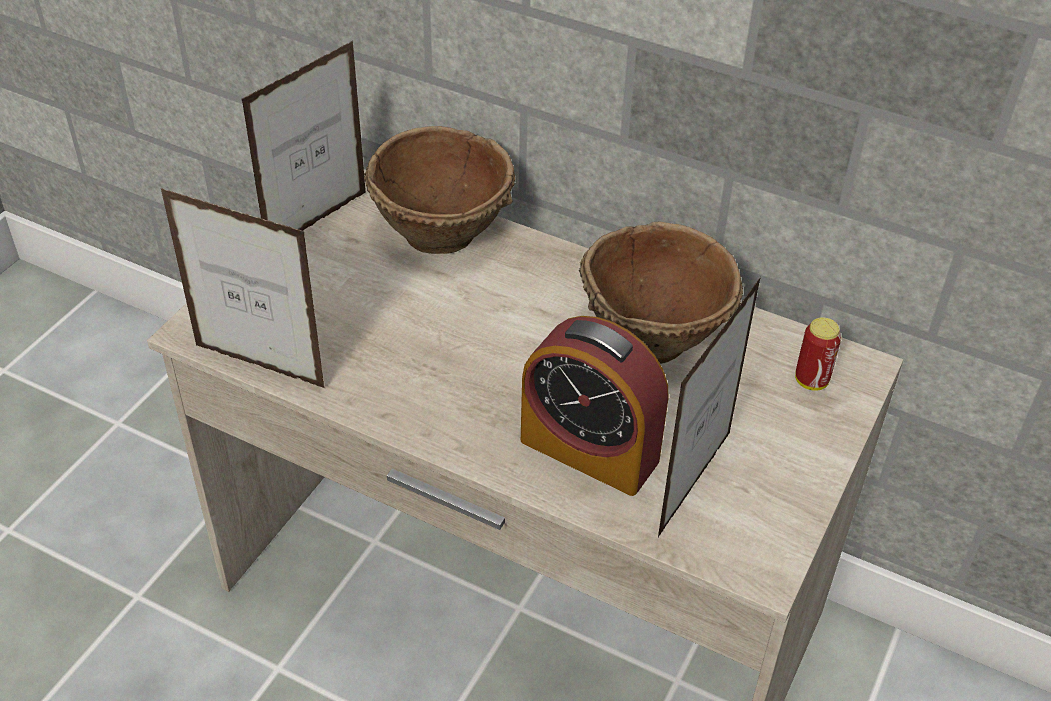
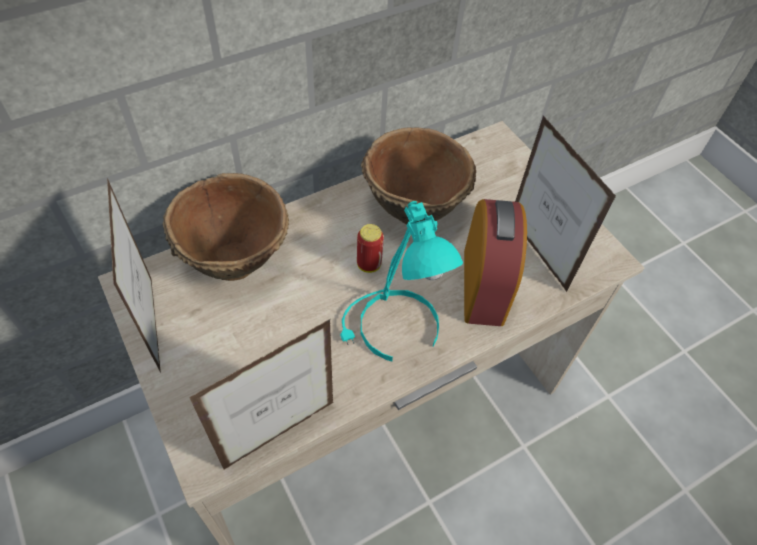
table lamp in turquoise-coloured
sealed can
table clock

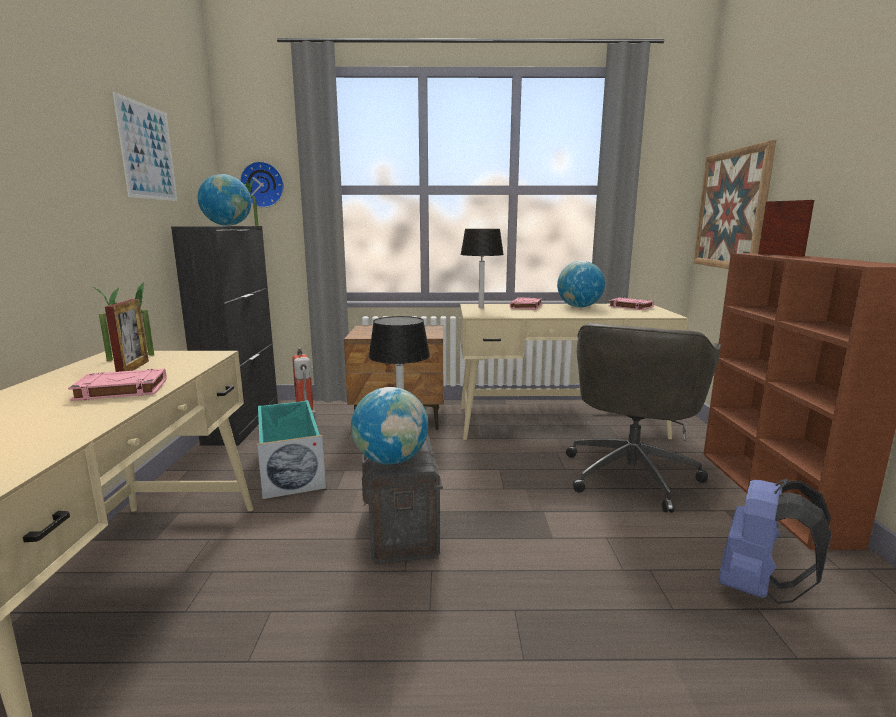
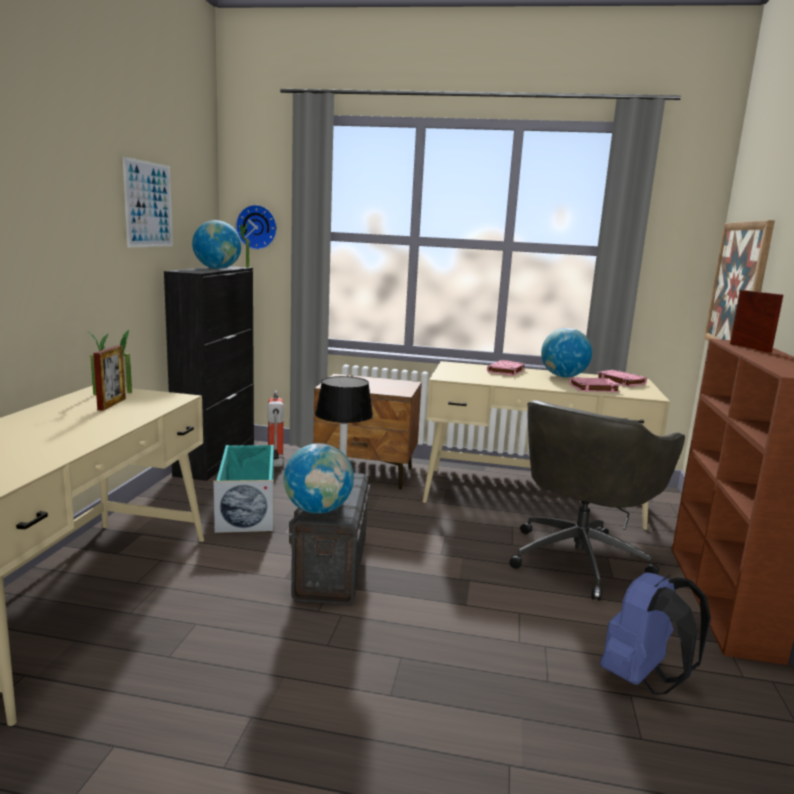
table lamp in black-coloured (2nd from left in the first image)
volume in pinkish (2nd from left)

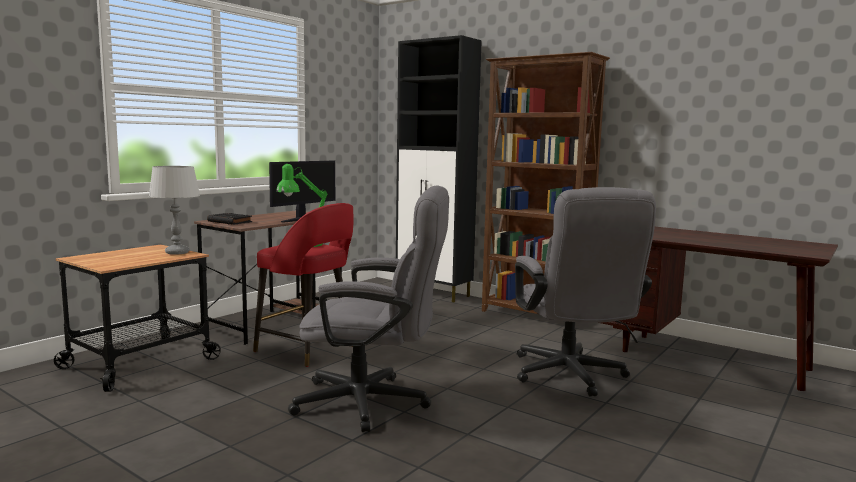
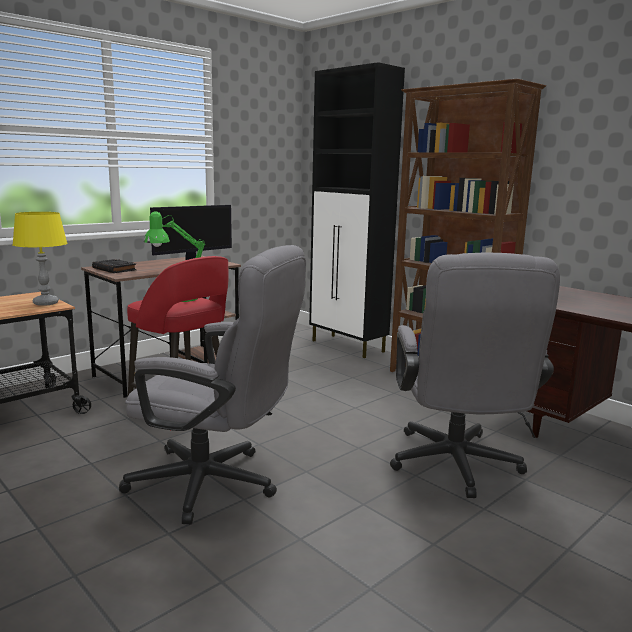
table lamp in yellowish

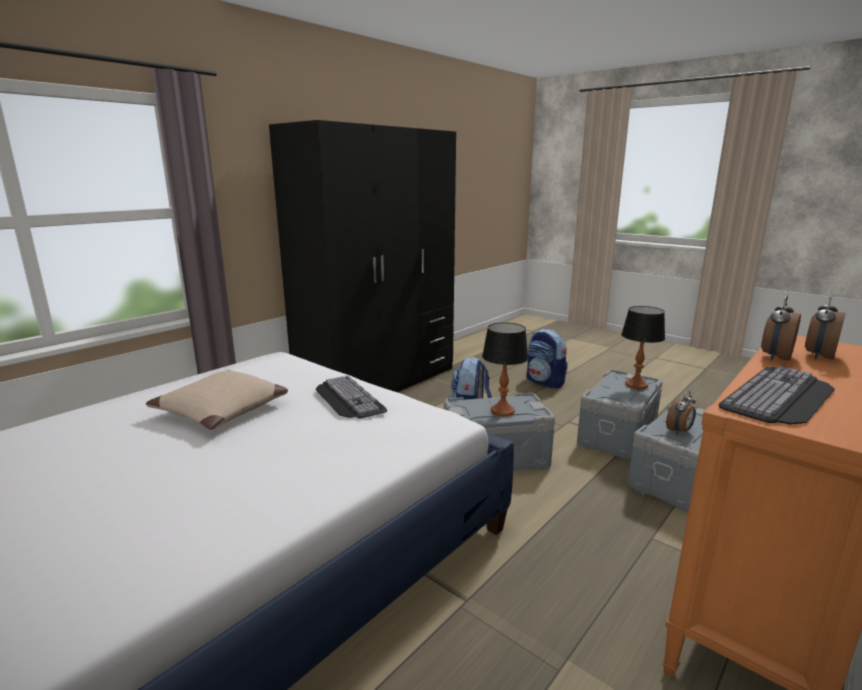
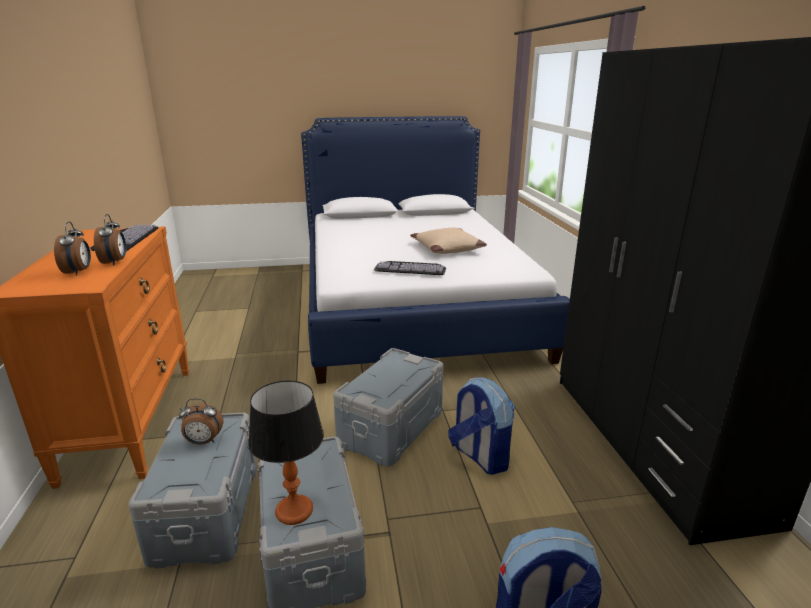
table lamp (1st from left in the first image)
table clock (3rd from left)

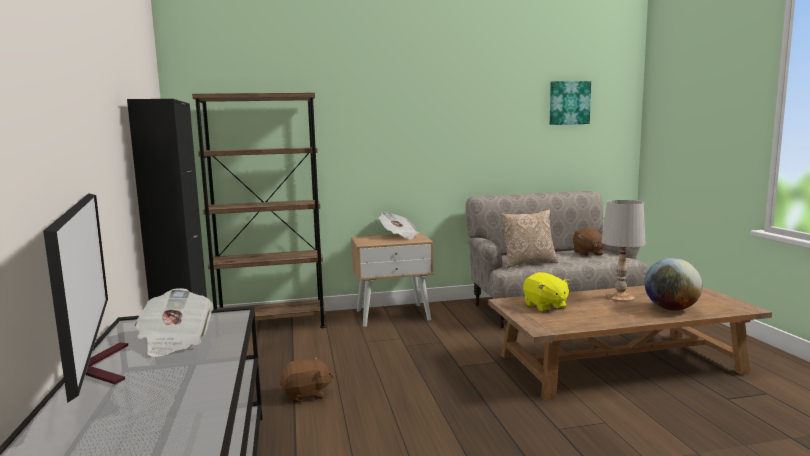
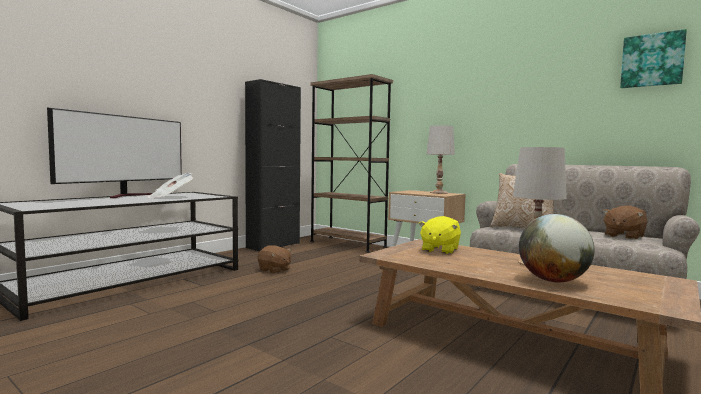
table lamp in whitish (1st from left)

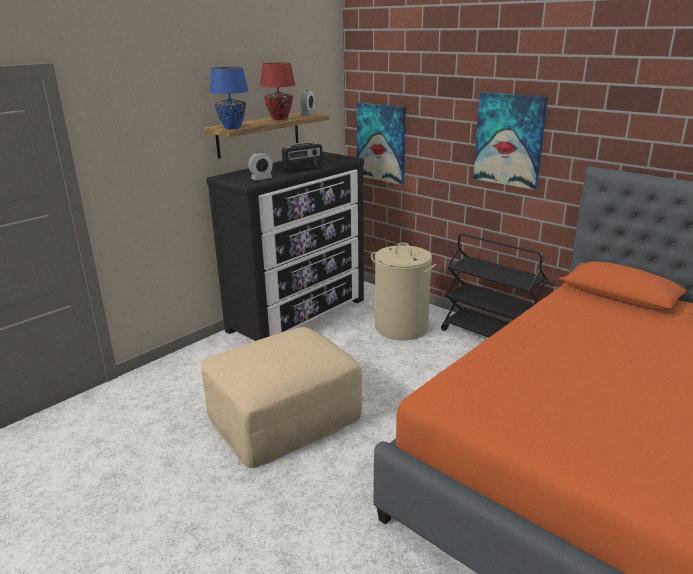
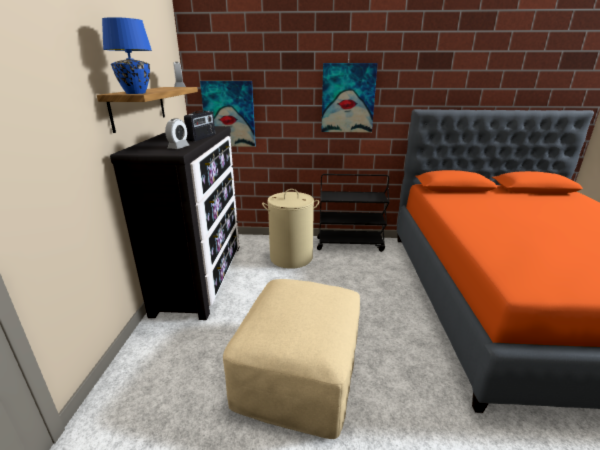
table lamp in red-coloured

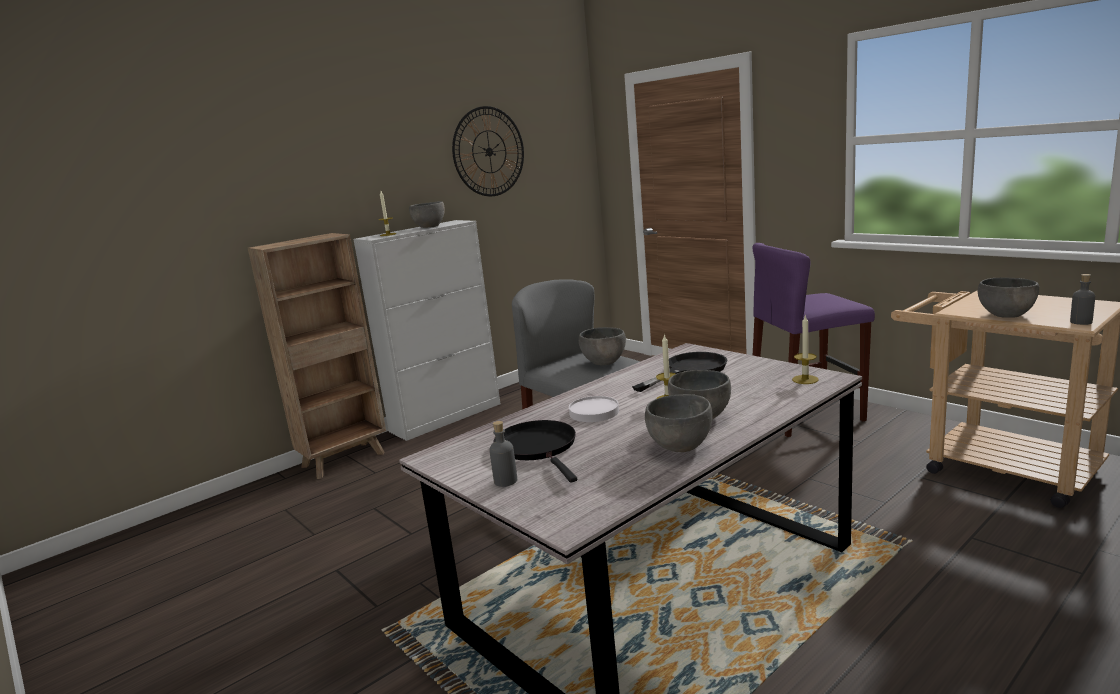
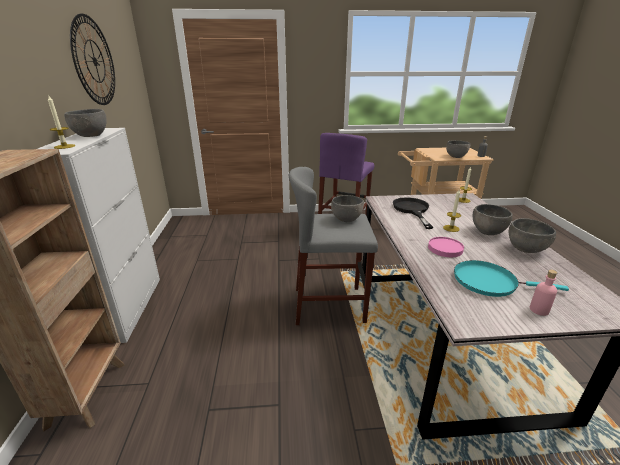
beverage bottle in pinkish
frying pan in turquoise-coloured
flat dish in pinkish

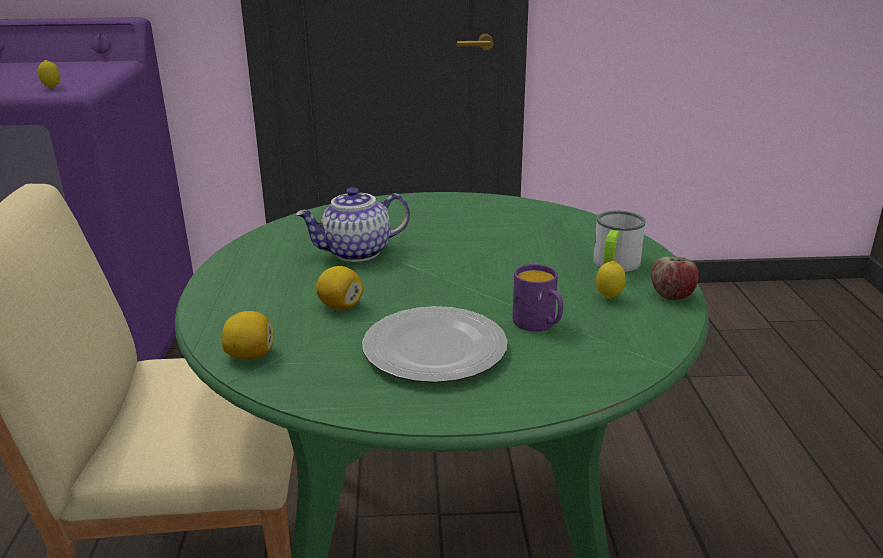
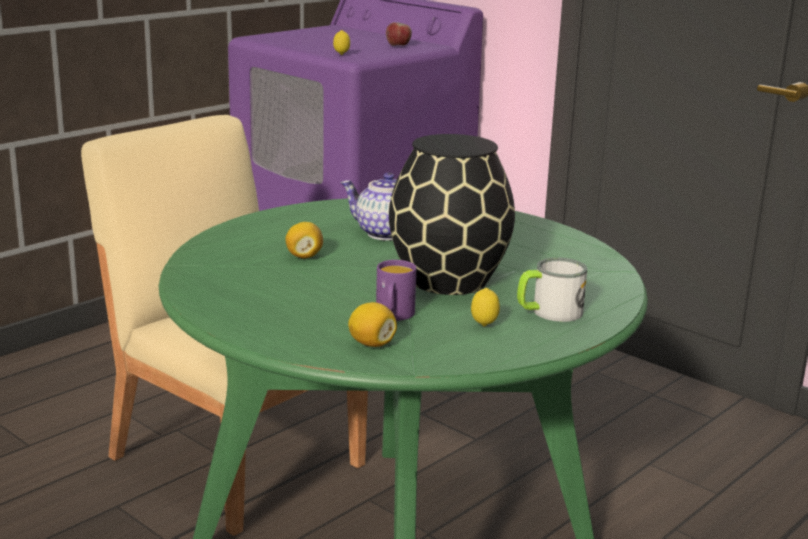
flat dish
flower vase in black-coloured
citrus fruit (3rd from left)
apple fruit

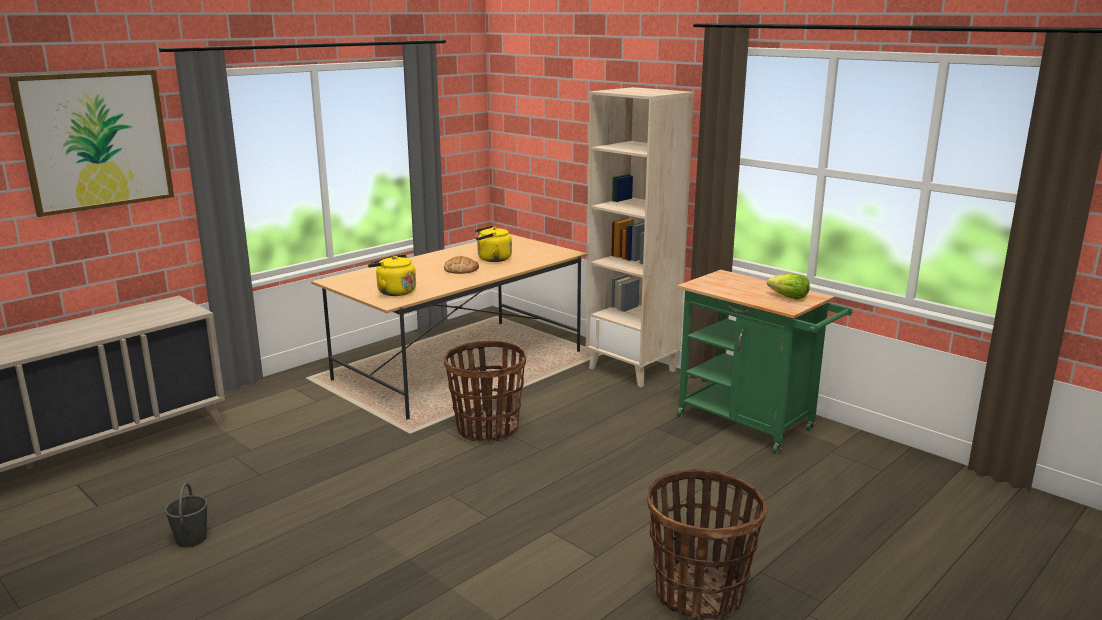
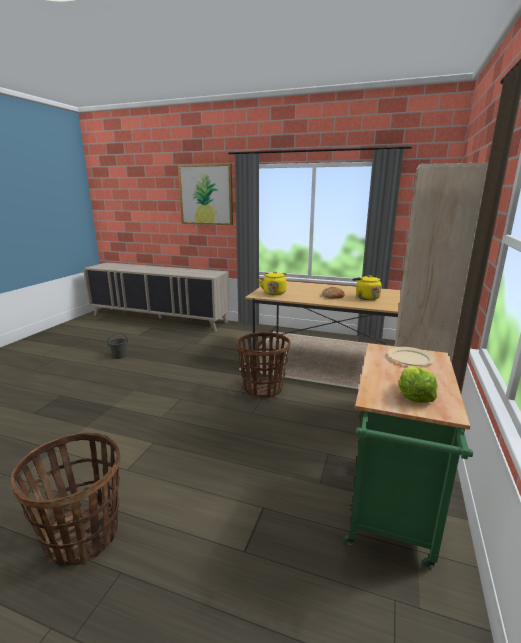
flat dish in sand-coloured

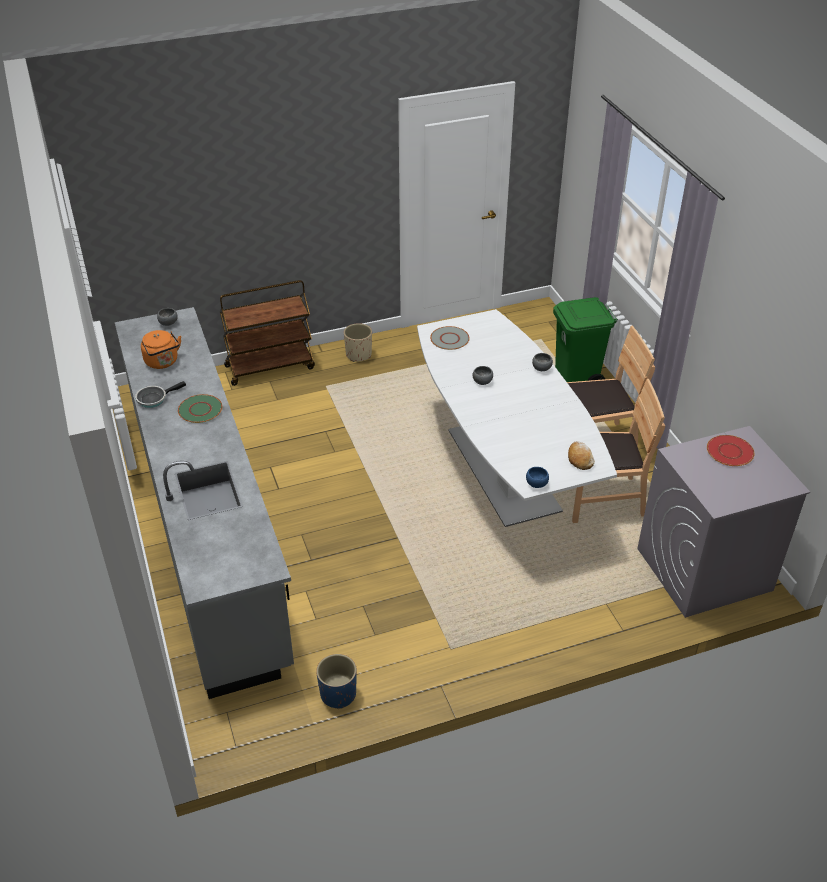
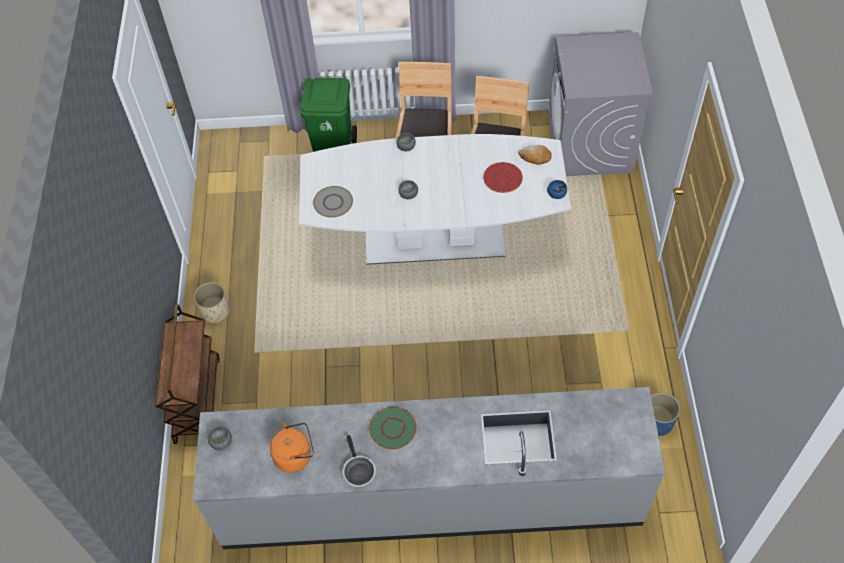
flat dish in red-coloured

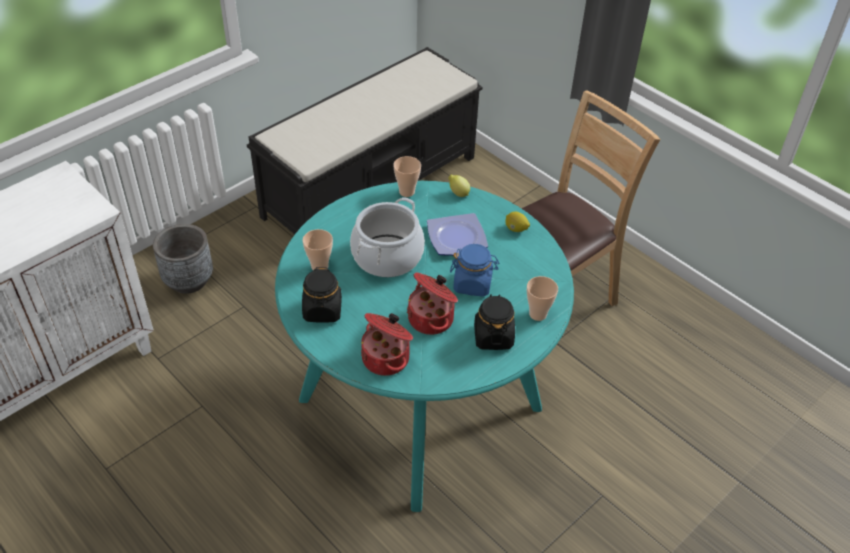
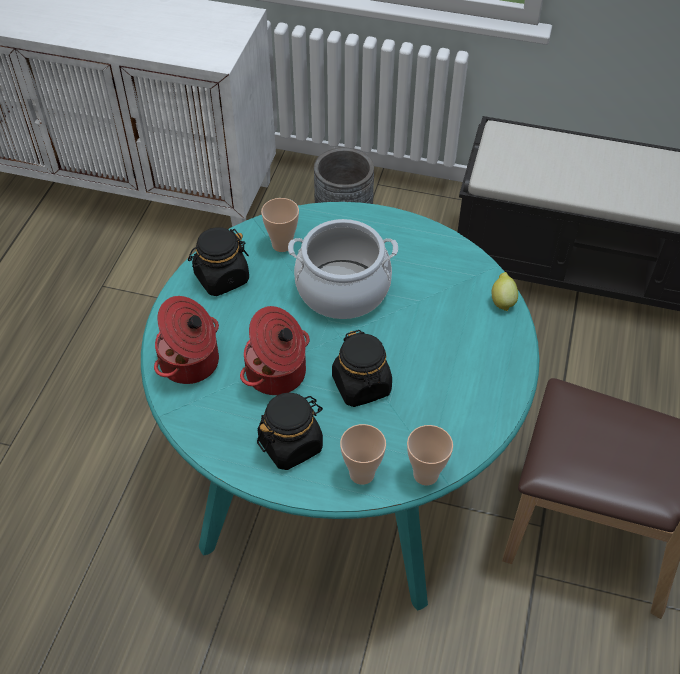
flat dish
citrus fruit (2nd from left in the first image)
cup (3rd from left)
jar in black-coloured (3rd from left)

